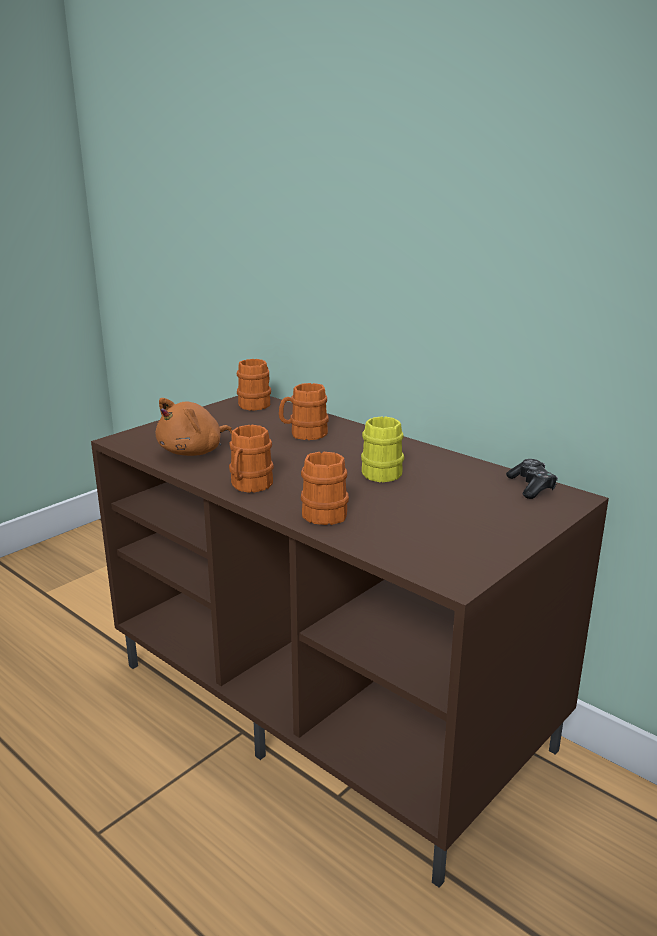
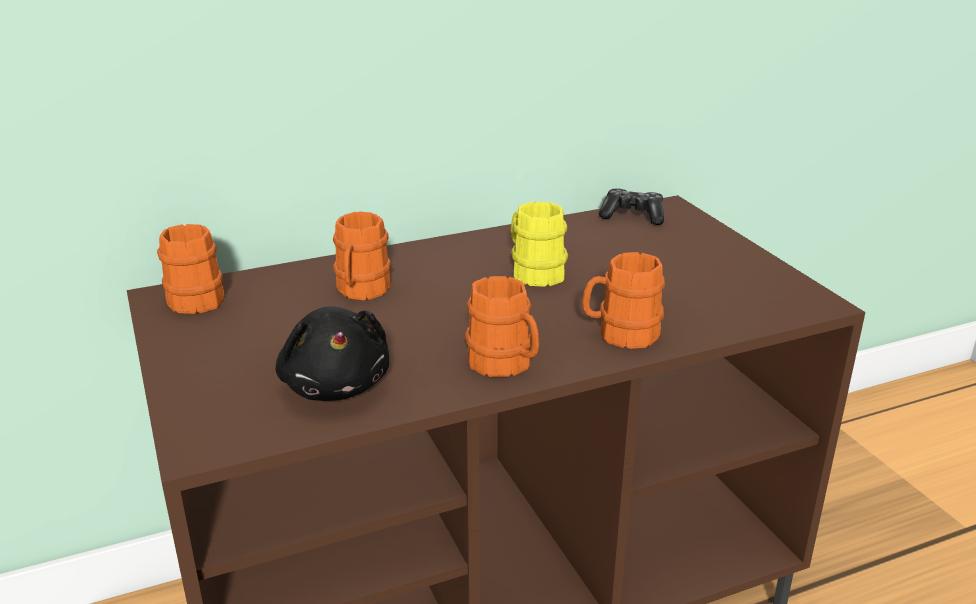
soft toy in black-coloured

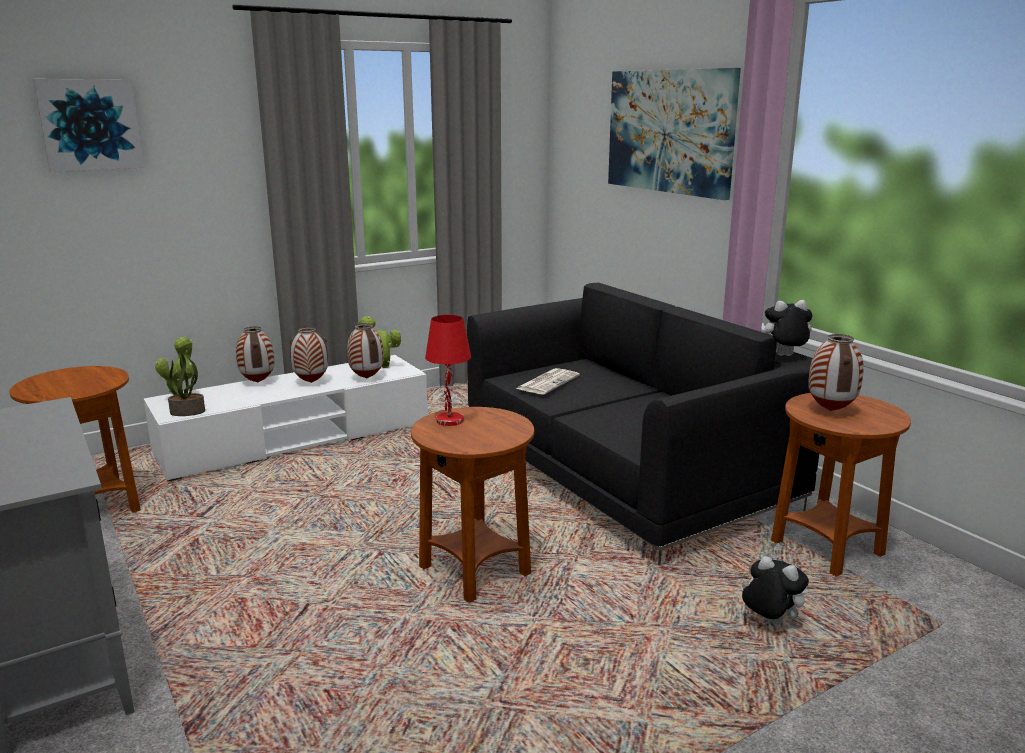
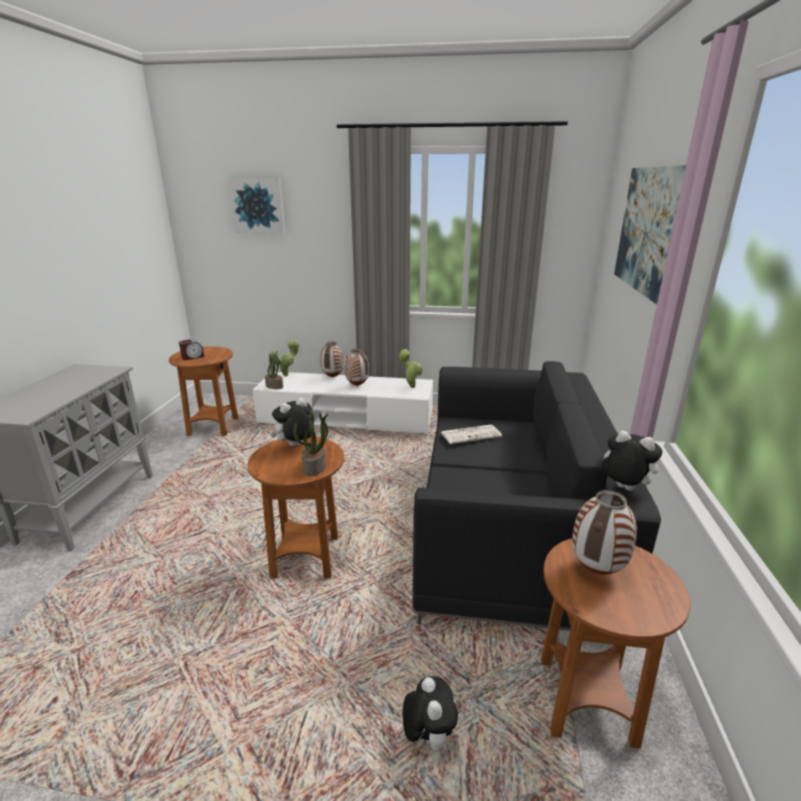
flower vase (3rd from left in the first image)
table clock
potted plant (3rd from left)
soft toy (1st from left)

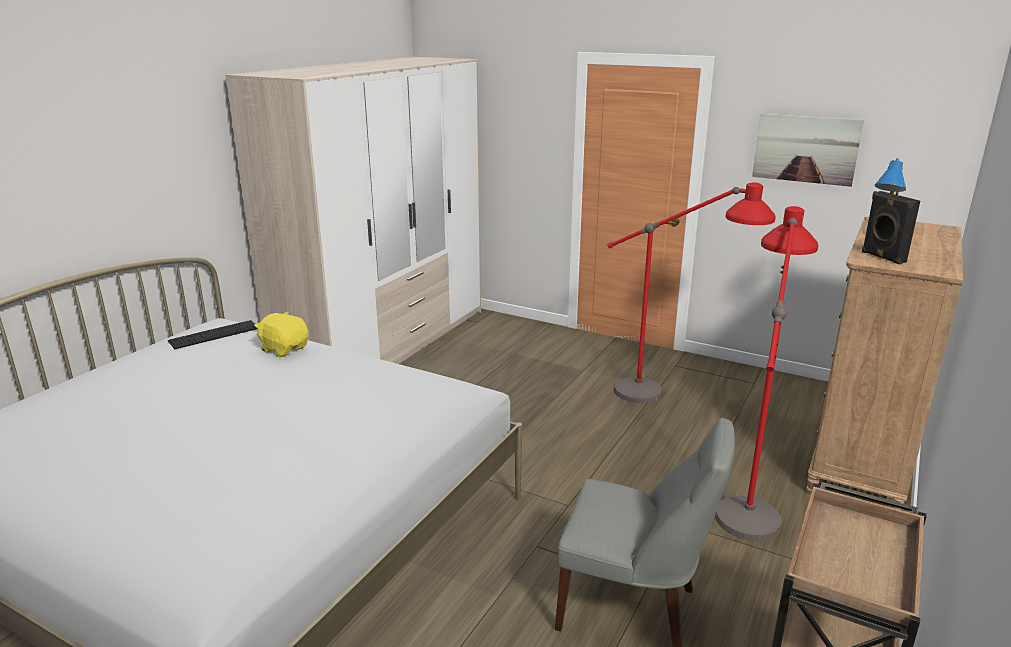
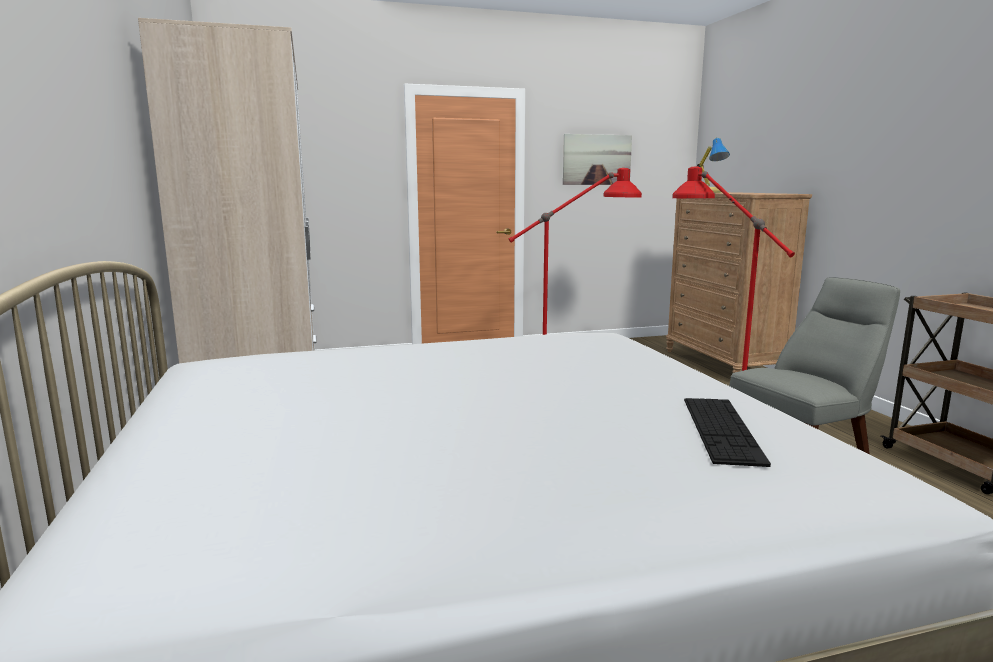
soft toy in yellowish
audio speaker in black-coloured
computer keyboard

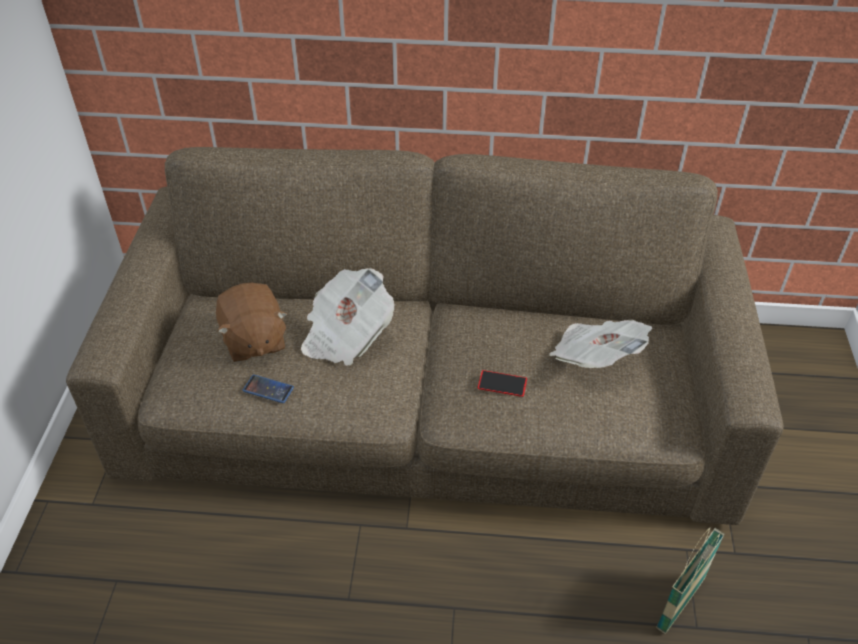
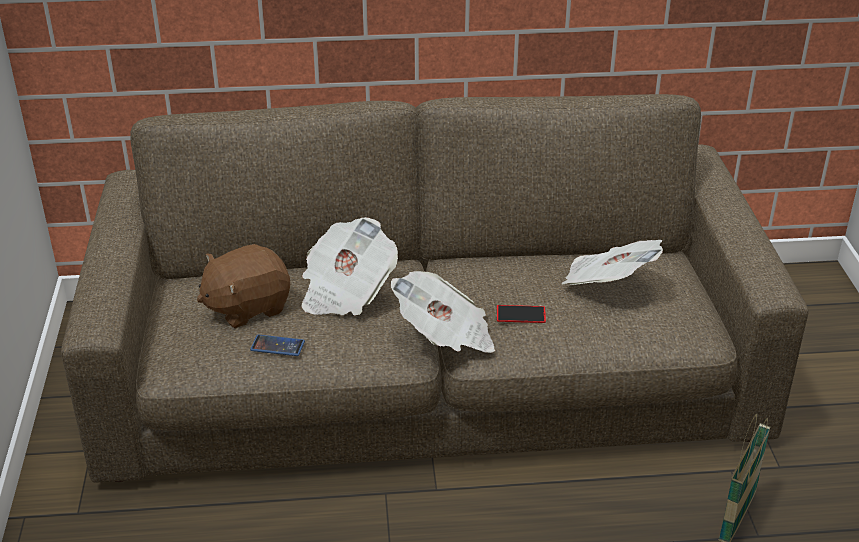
newspaper (2nd from left)
soft toy in brown-coloured

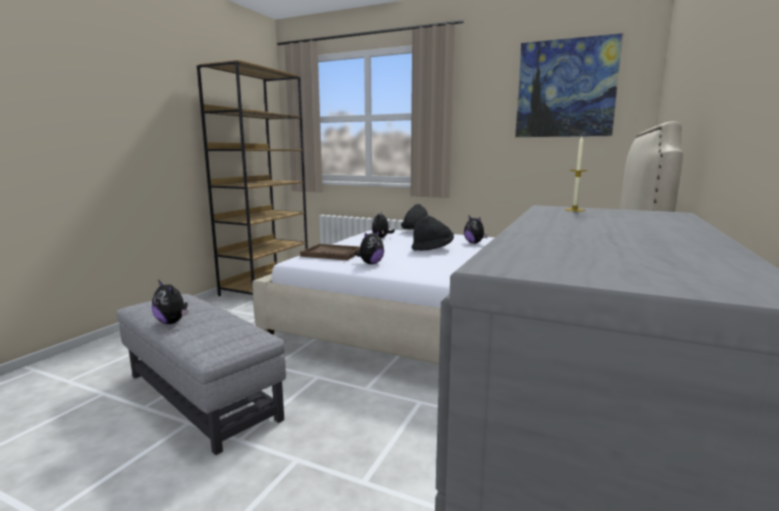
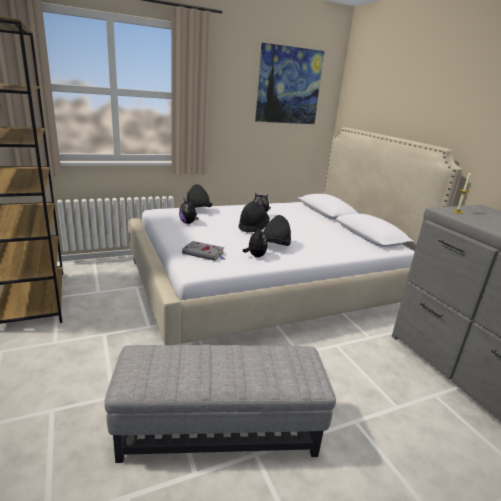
soft toy (1st from left in the first image)
clothing hat in black-coloured (3rd from left)
volume in greyish

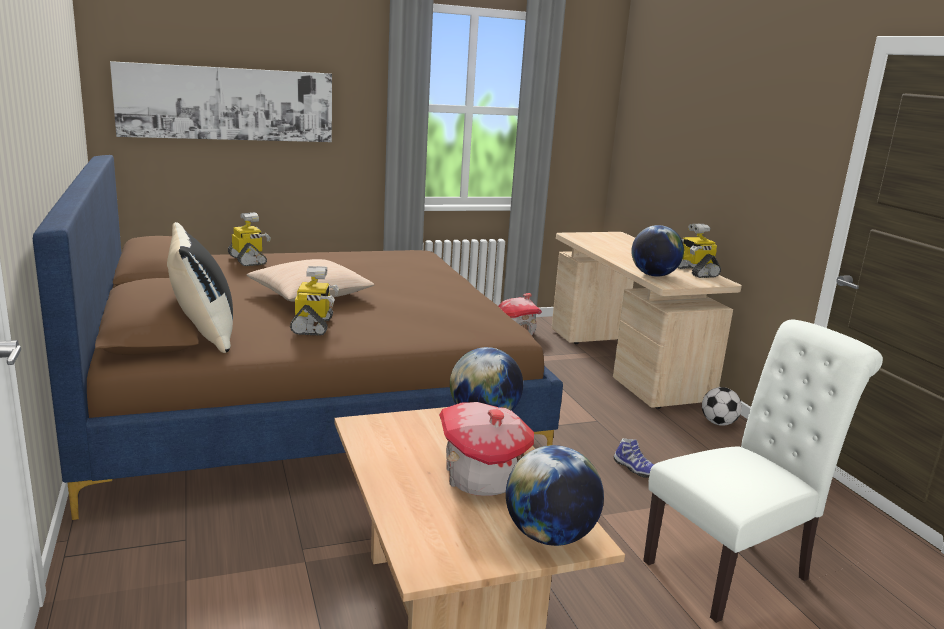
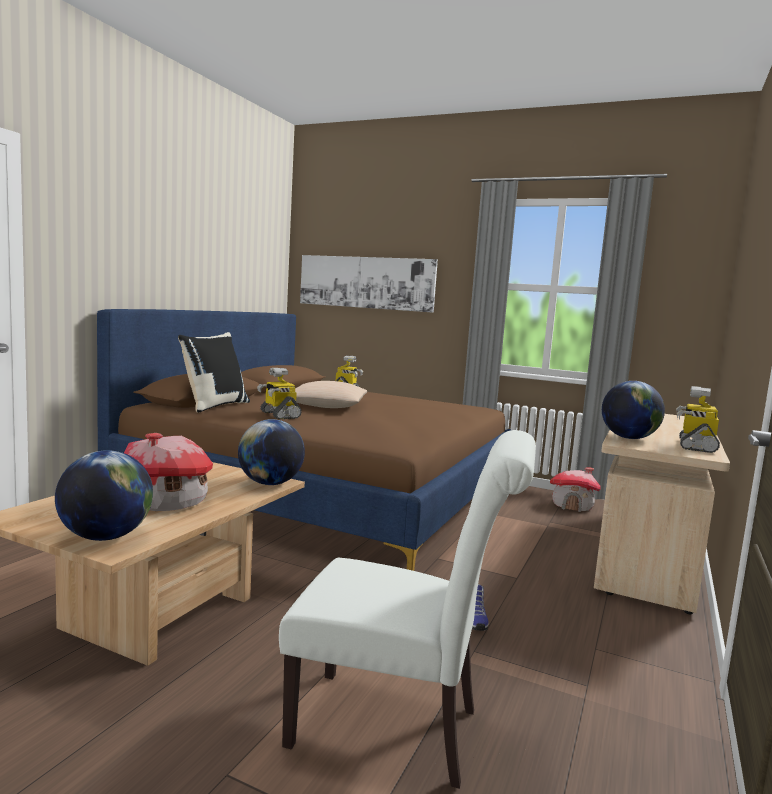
ball for football
toy robot (1st from left)

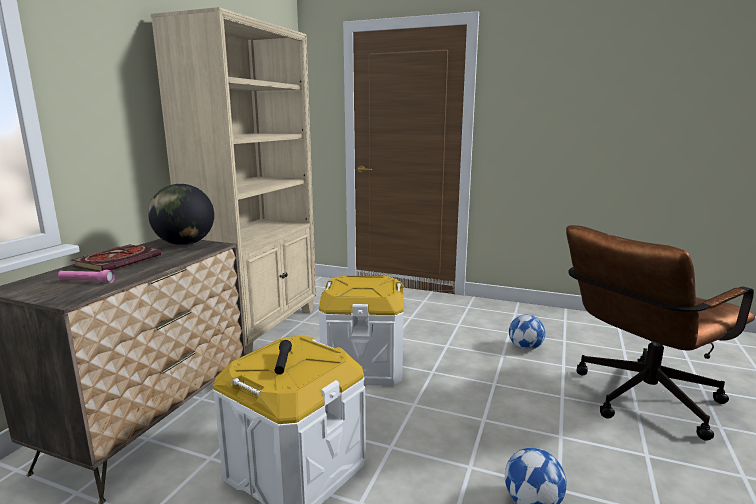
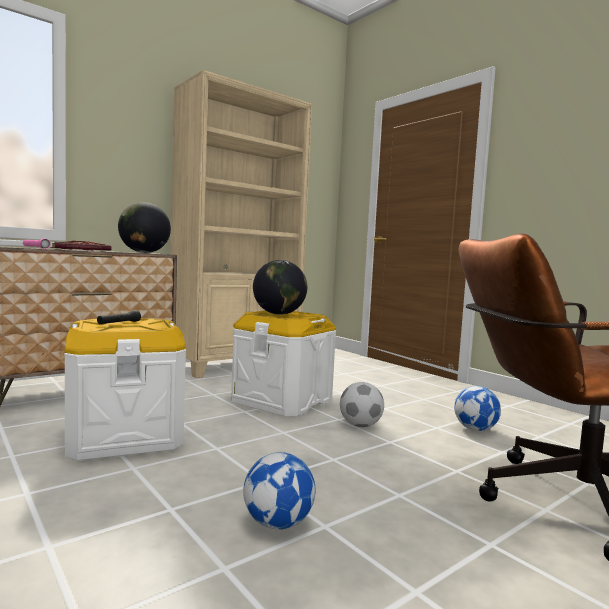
globe (2nd from left)
ball for football (2nd from left)

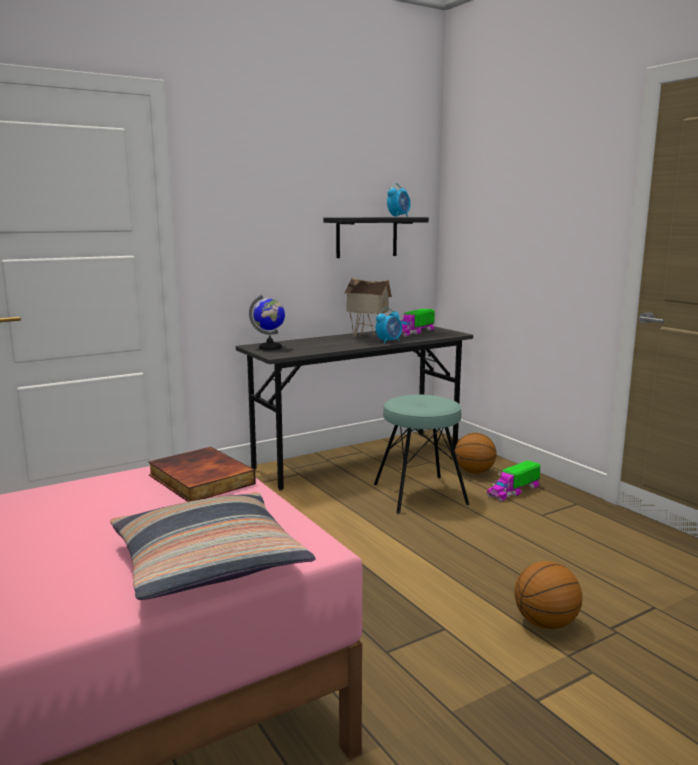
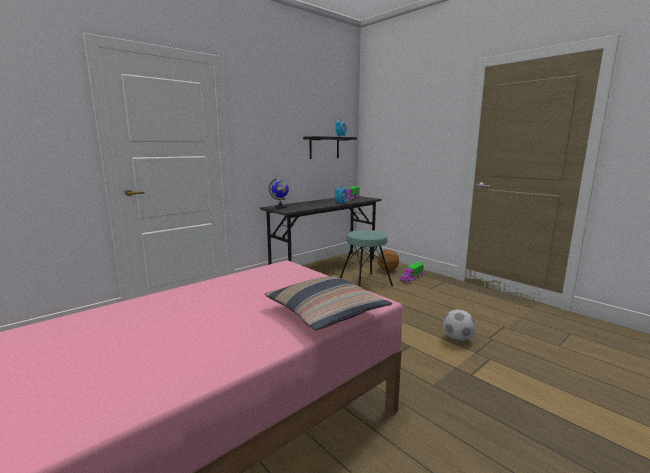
volume
miniature house
ball for football

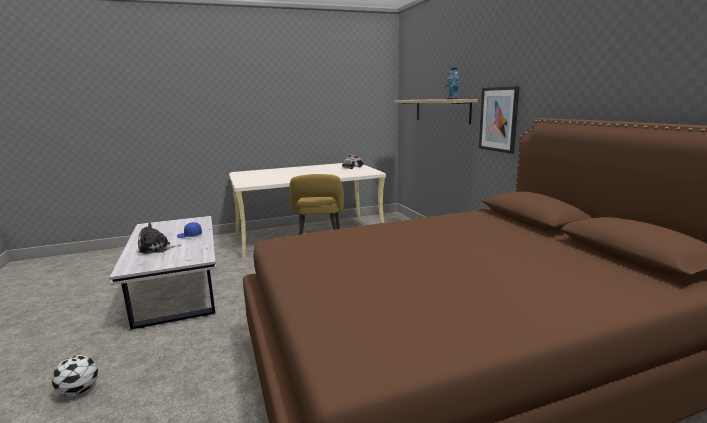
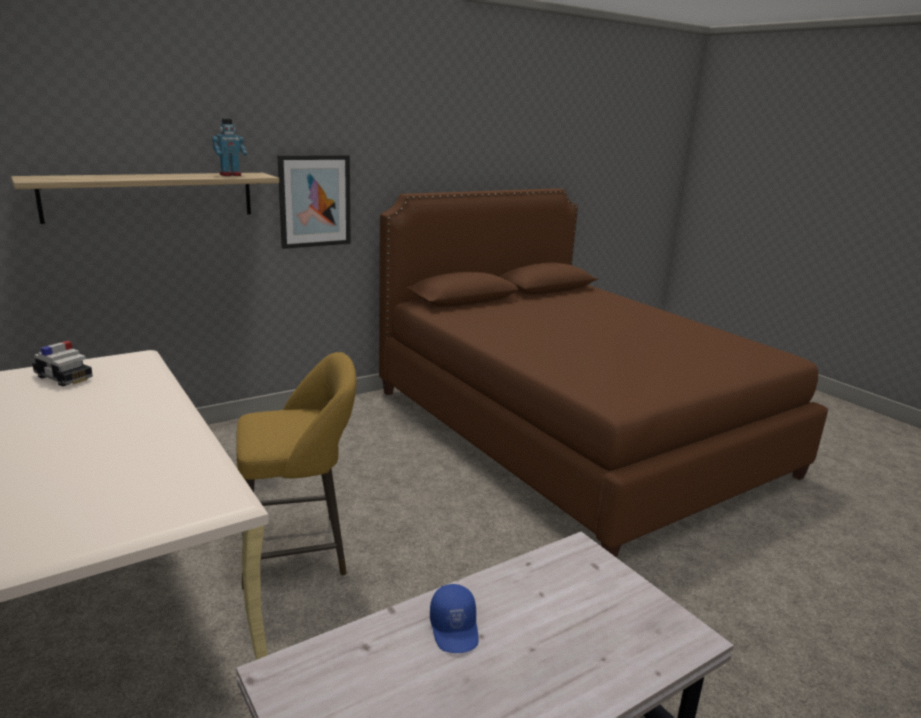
ball for football
soft toy

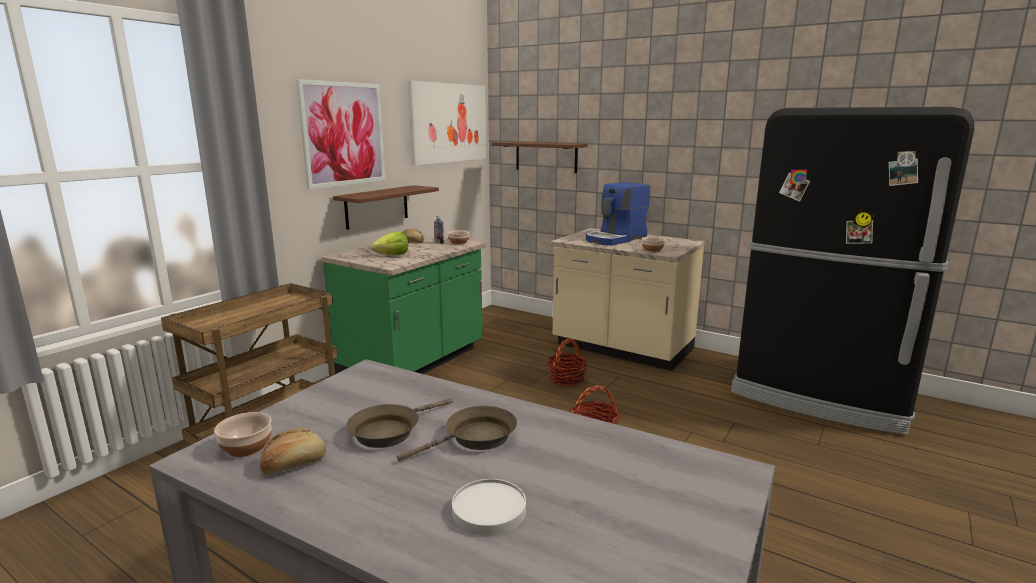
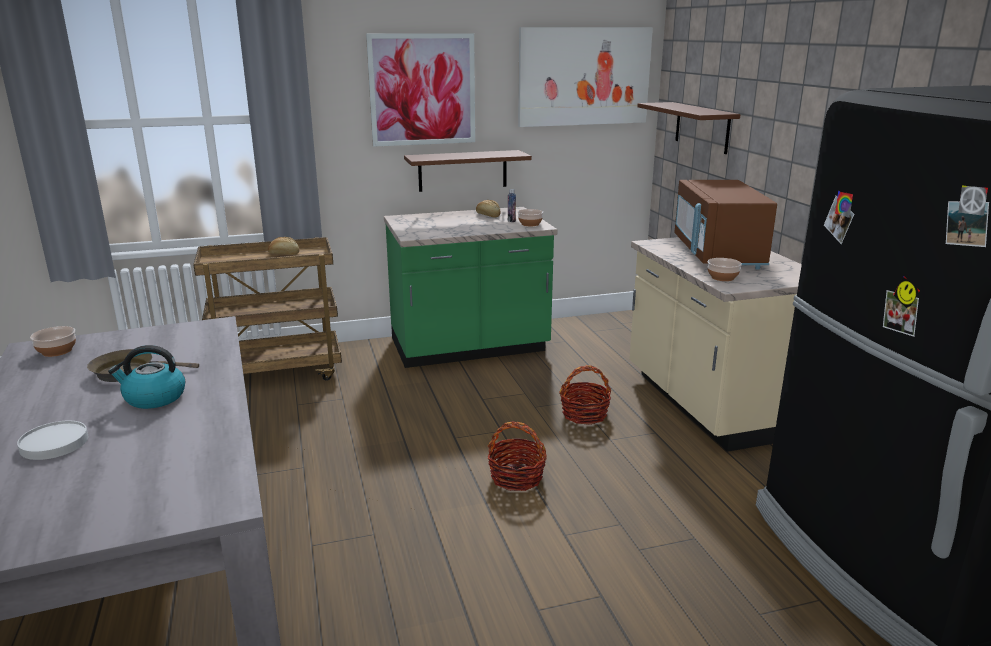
lettuce head
bakery bread (1st from left)
kettle
kitchen microwave in brown-coloured

